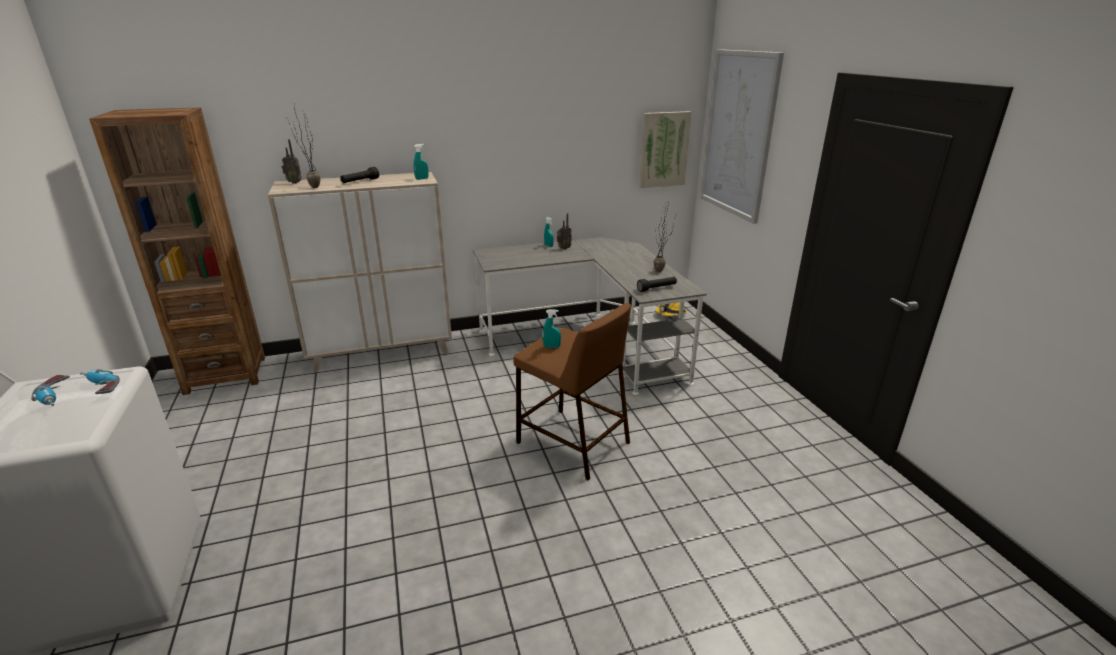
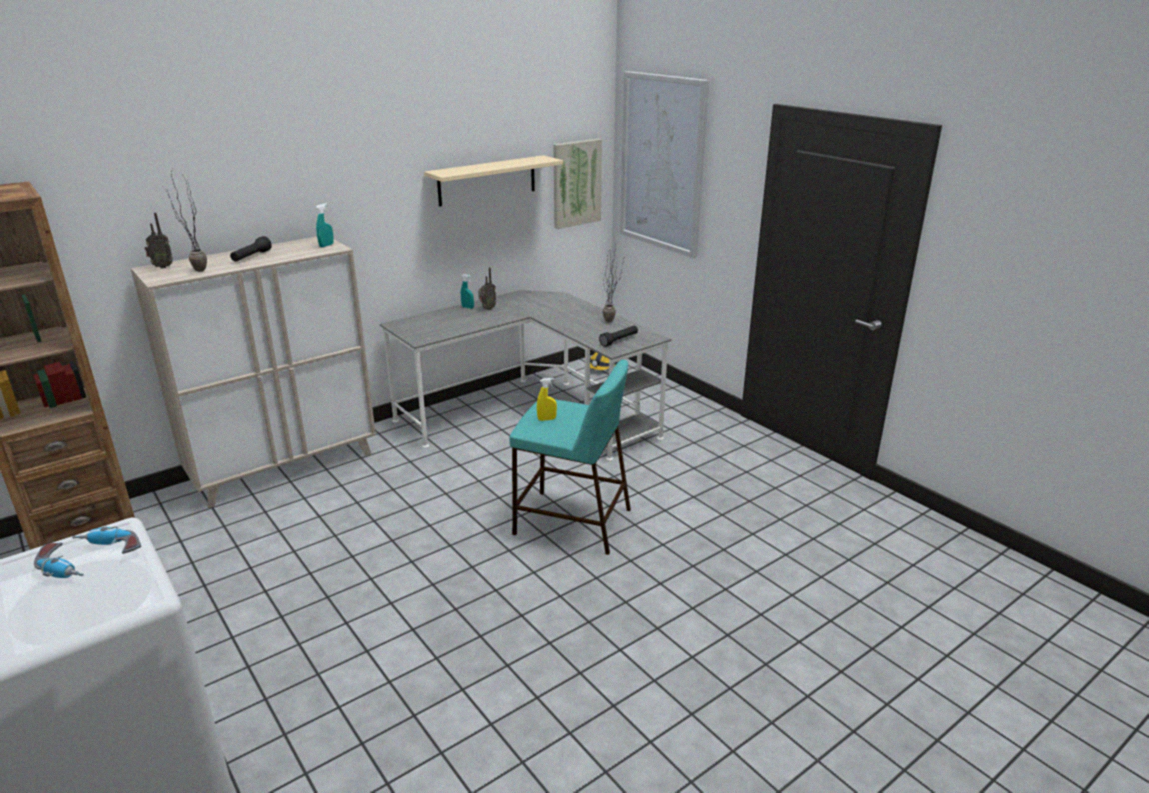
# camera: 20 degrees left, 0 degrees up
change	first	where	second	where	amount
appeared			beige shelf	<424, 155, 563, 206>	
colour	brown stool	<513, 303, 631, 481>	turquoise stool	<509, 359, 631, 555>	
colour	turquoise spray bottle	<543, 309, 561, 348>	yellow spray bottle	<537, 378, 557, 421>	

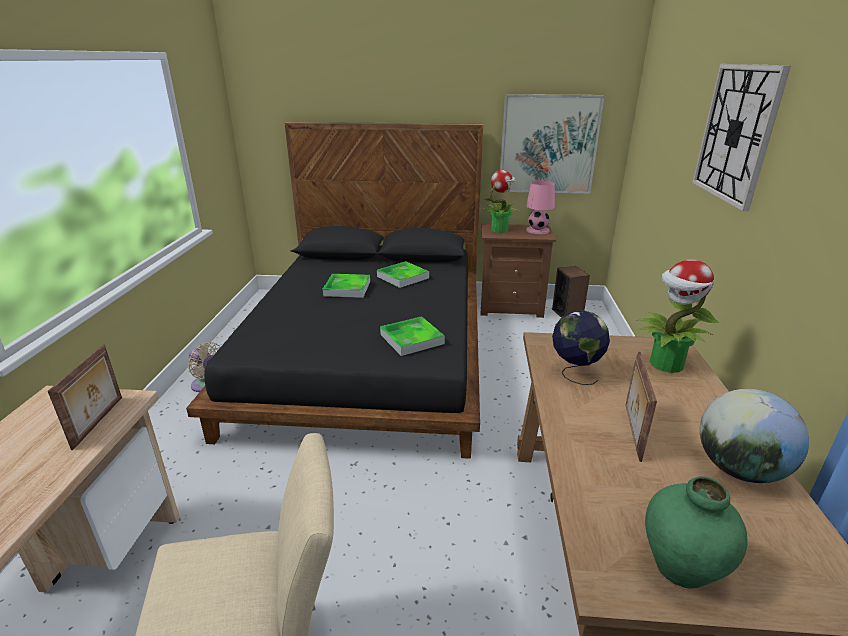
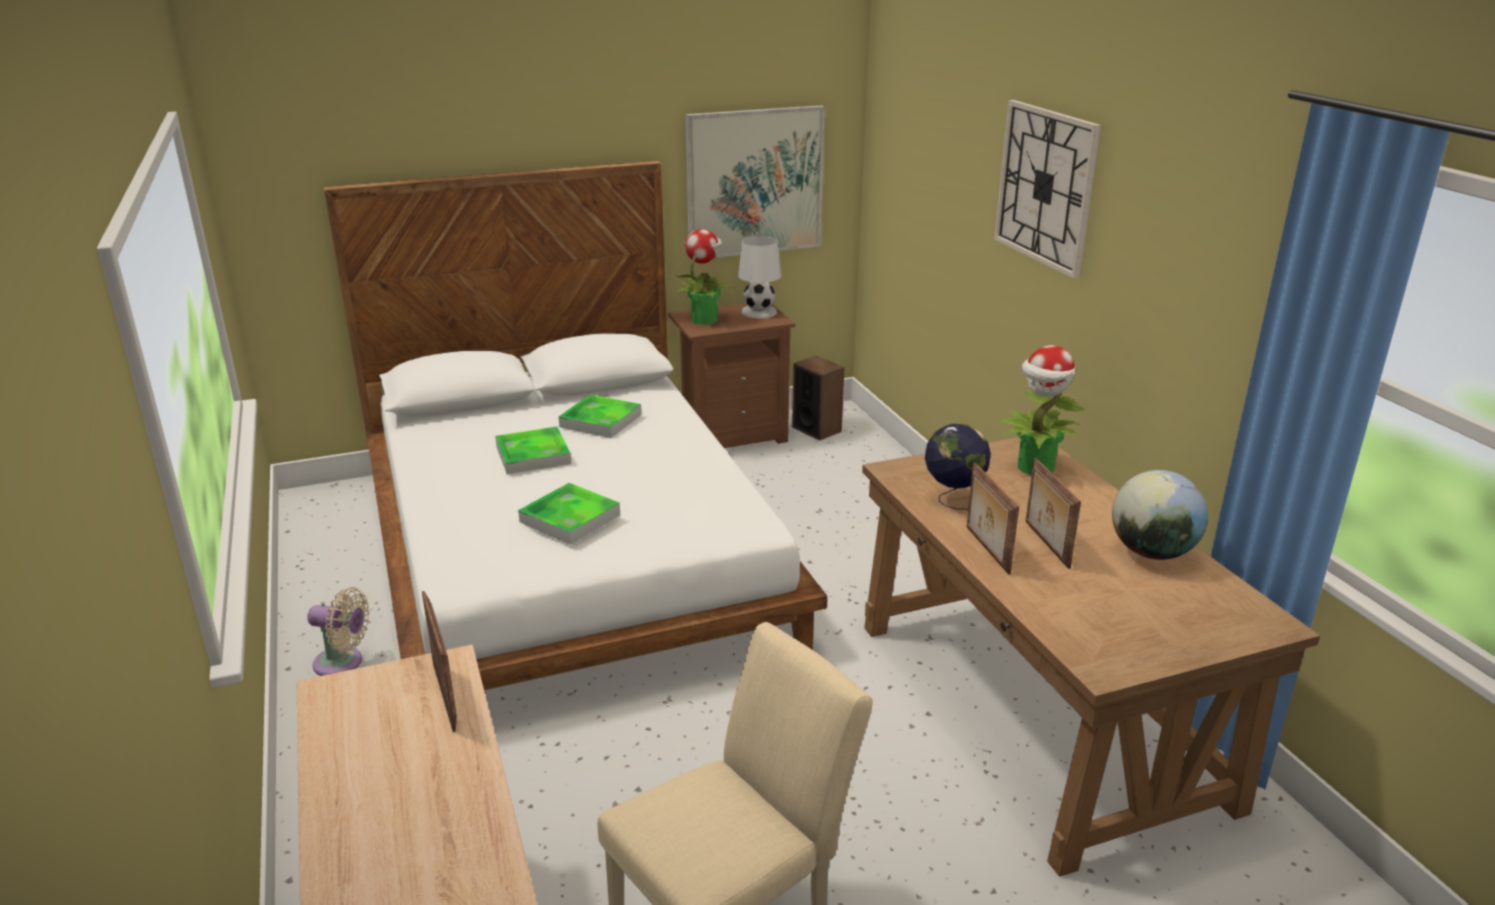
# camera: 25 degrees left, 0 degrees up
change	first	where	second	where	amount
missing	green vase	<645, 476, 748, 588>			
appeared			picture frame	<967, 462, 1019, 575>	
relocated	tray	<380, 316, 445, 356>		<518, 483, 620, 545>	
colour	black bed	<186, 122, 483, 459>	white bed	<324, 161, 827, 690>	
colour	pink table lamp	<526, 180, 555, 234>	white table lamp	<738, 236, 781, 318>	

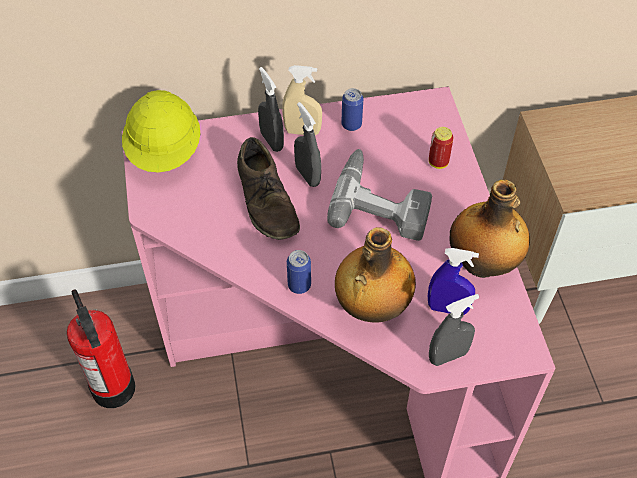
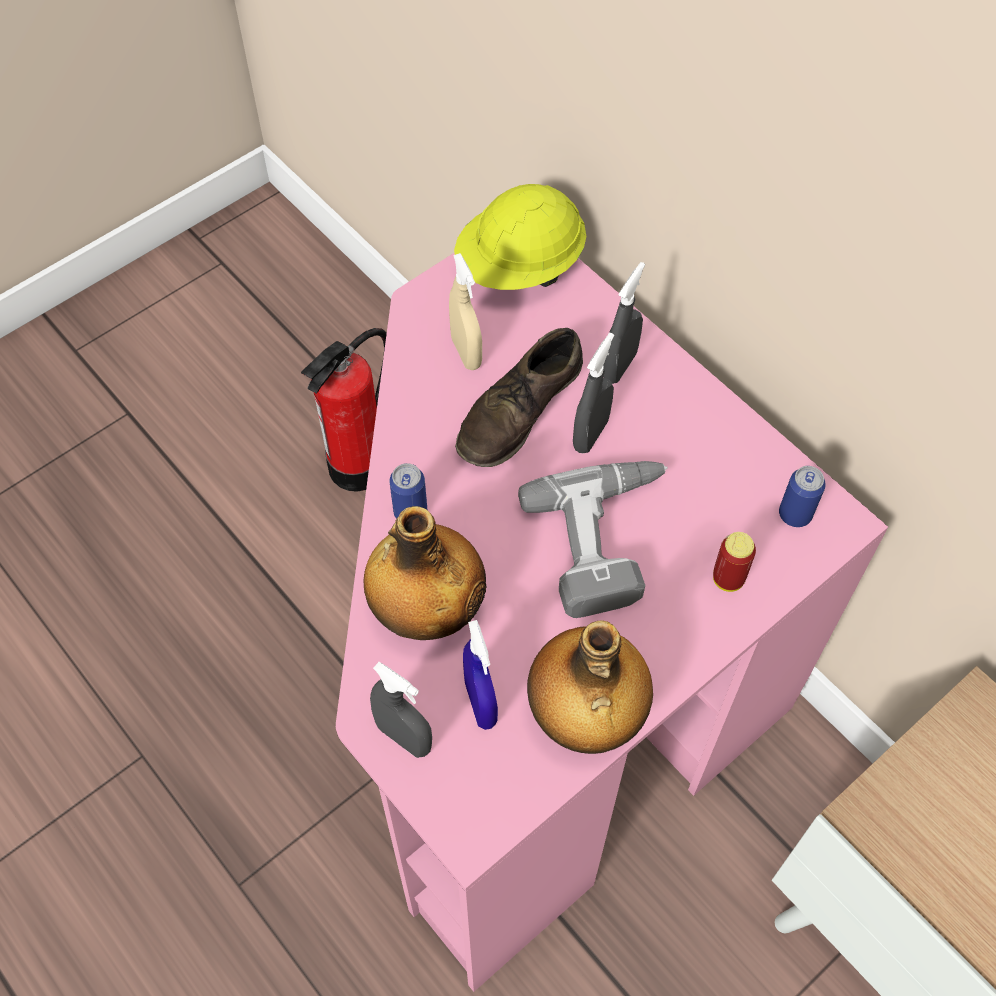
# camera: 60 degrees right, 5 degrees up
change	first	where	second	where	amount
relocated	beige spray bottle	<282, 65, 322, 135>		<449, 253, 482, 370>	
relocated	can	<342, 88, 363, 131>		<779, 466, 826, 527>	

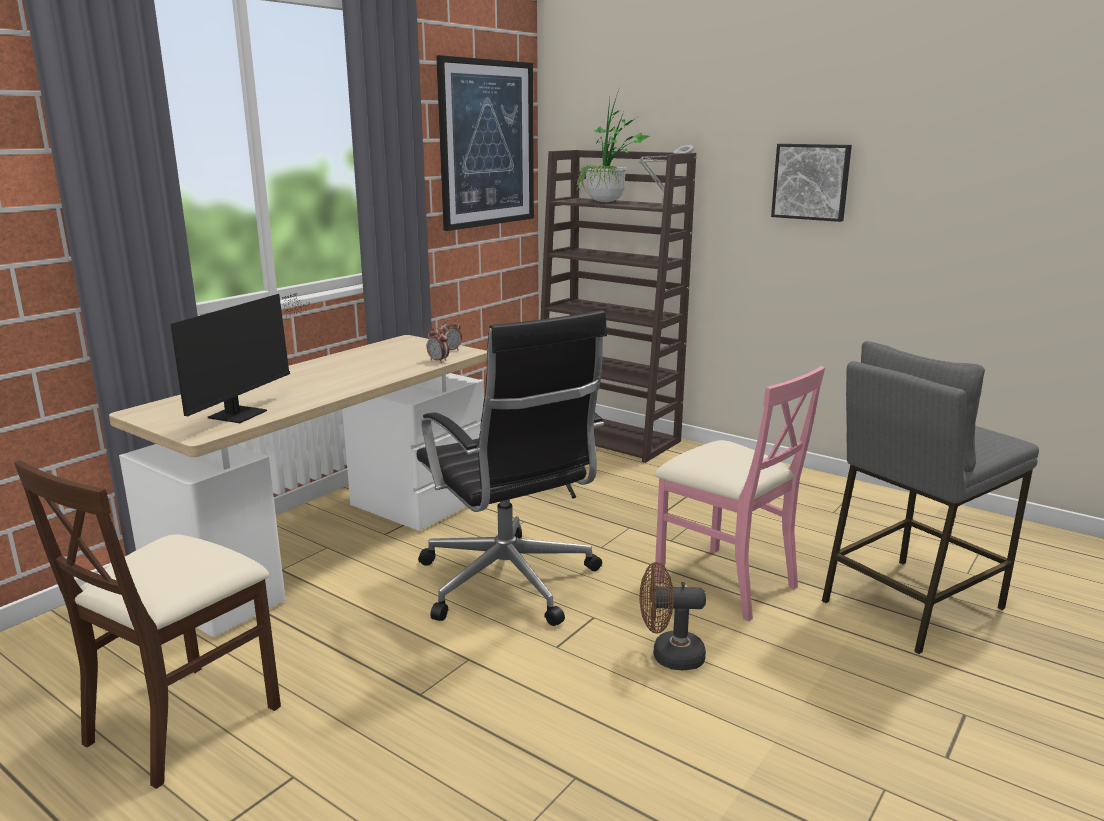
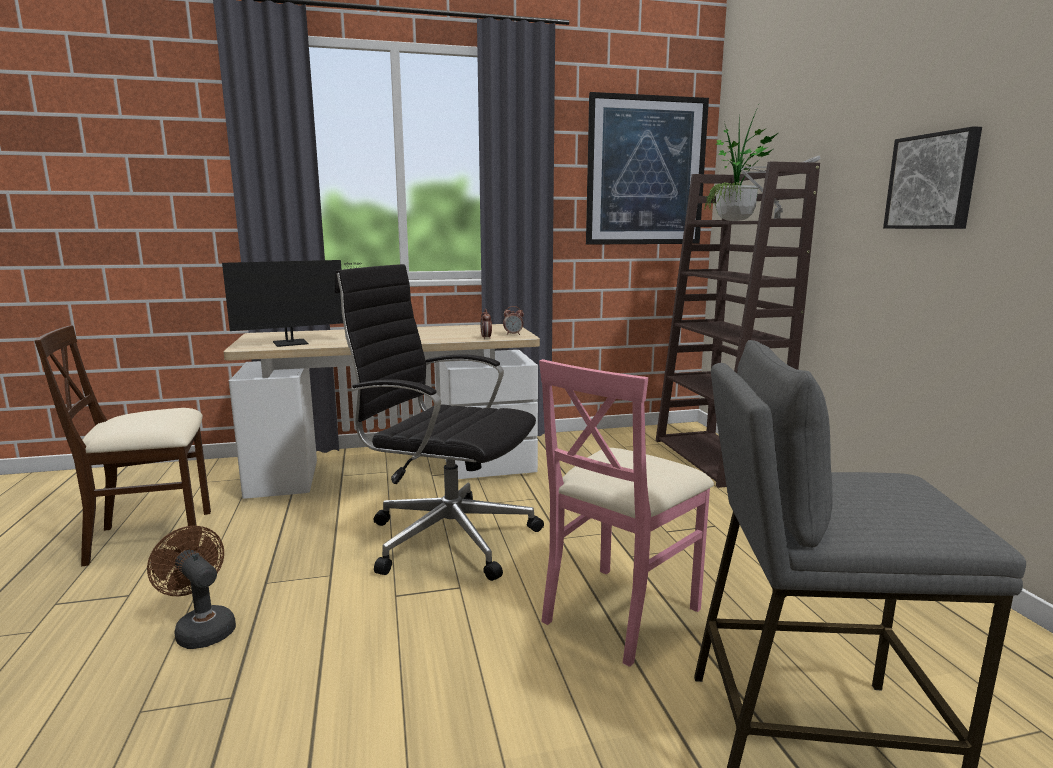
# camera: 40 degrees right, 5 degrees down
change	first	where	second	where	amount
relocated	brown fan	<640, 562, 706, 670>		<147, 526, 236, 649>	
spun	black office chair	<417, 310, 607, 626>		<335, 264, 544, 581>	105 degrees clockwise
spun	pink chair	<655, 366, 825, 622>		<539, 359, 714, 667>	45 degrees clockwise

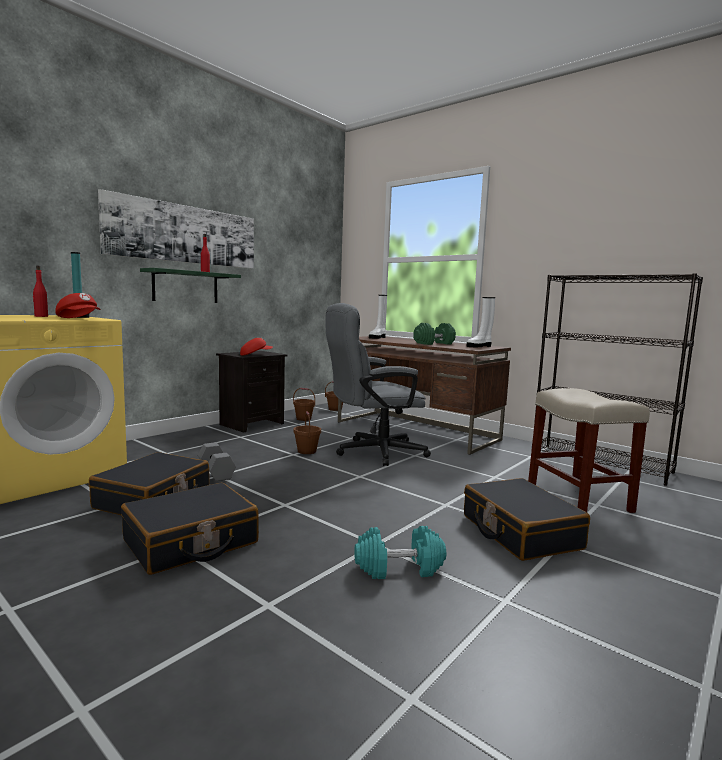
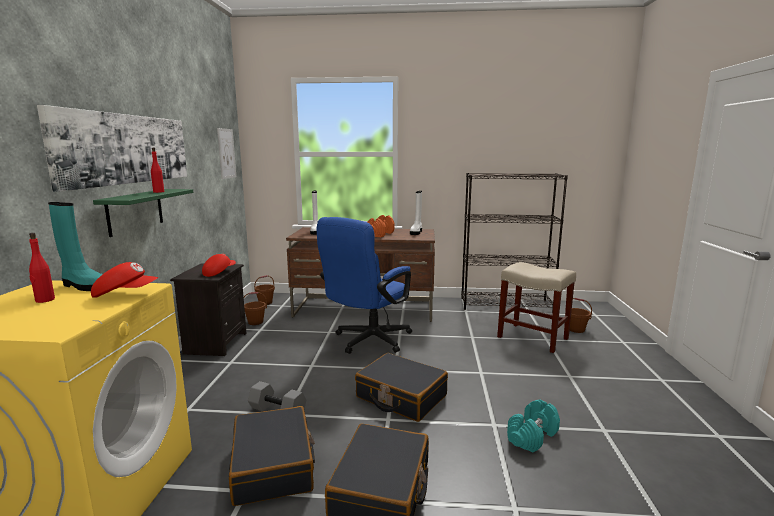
# camera: 35 degrees left, 5 degrees up
change	first	where	second	where	amount
appeared			picture	<217, 128, 236, 179>	
relocated	brown bucket	<293, 411, 321, 454>		<570, 298, 592, 333>	
relocated	black suitcase	<464, 478, 590, 561>		<355, 353, 448, 422>	
colour	grey office chair	<326, 303, 431, 466>	blue office chair	<316, 217, 412, 354>	
colour	green dumbbell	<413, 323, 456, 345>	orange dumbbell	<368, 215, 394, 237>	

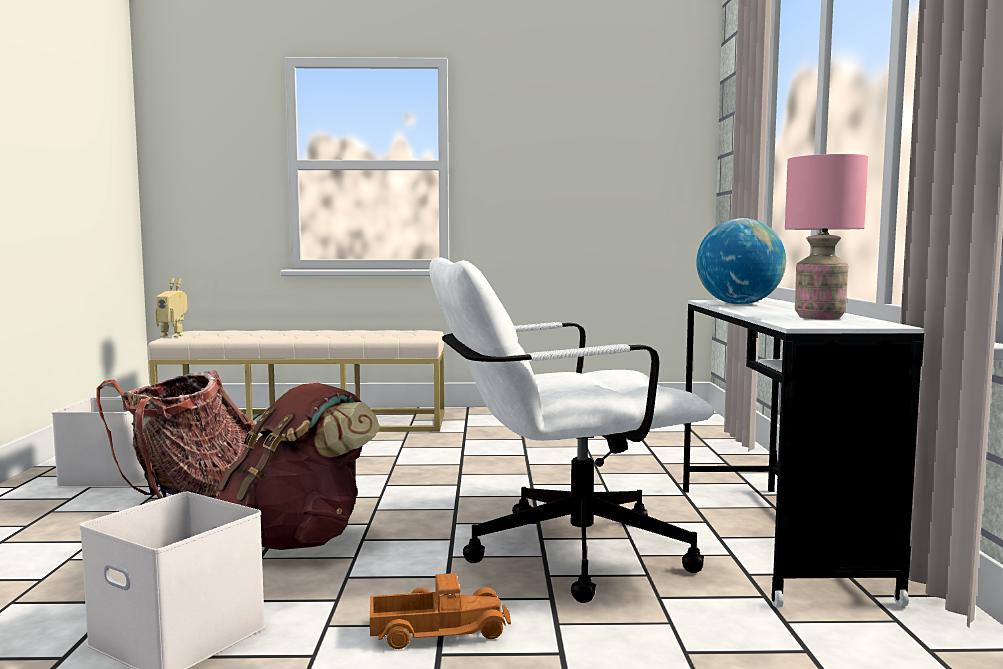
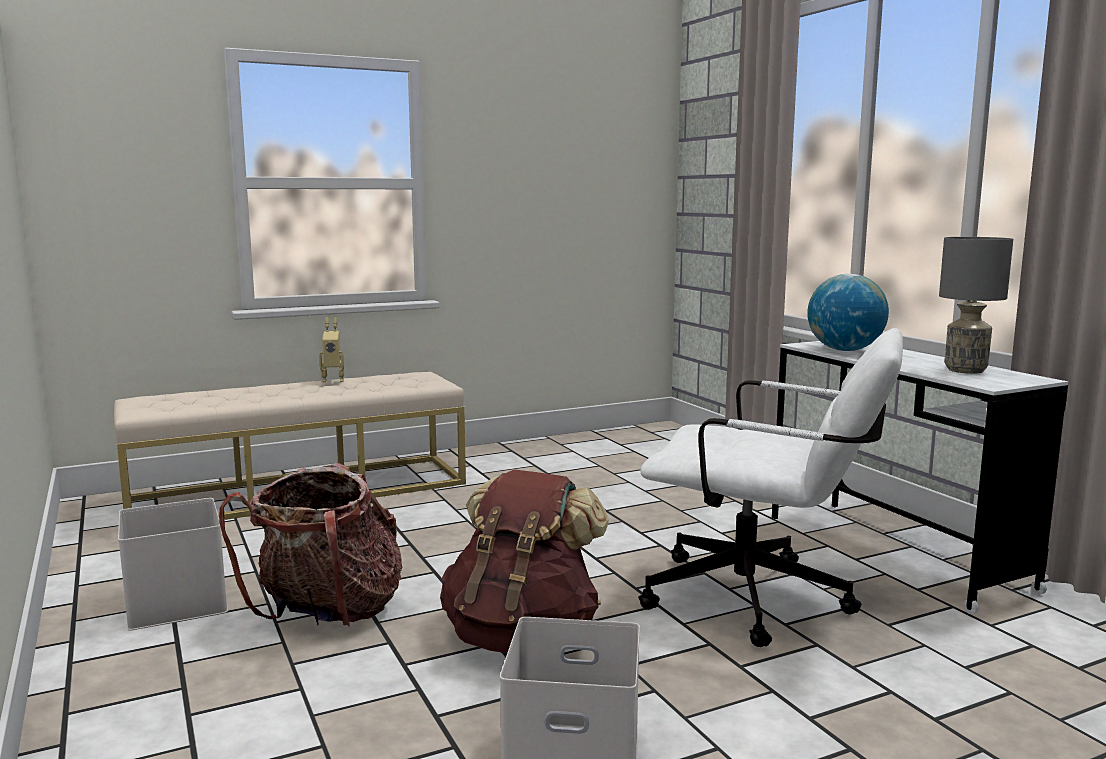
# camera: 25 degrees left, 5 degrees up
change	first	where	second	where	amount
missing	toy truck	<370, 573, 511, 649>			
relocated	toy robot	<155, 278, 187, 337>		<319, 317, 344, 383>	
colour	pink table lamp	<785, 154, 868, 319>	grey table lamp	<939, 237, 1013, 374>	
spun	white office chair	<429, 257, 714, 603>		<638, 328, 903, 647>	120 degrees counterclockwise

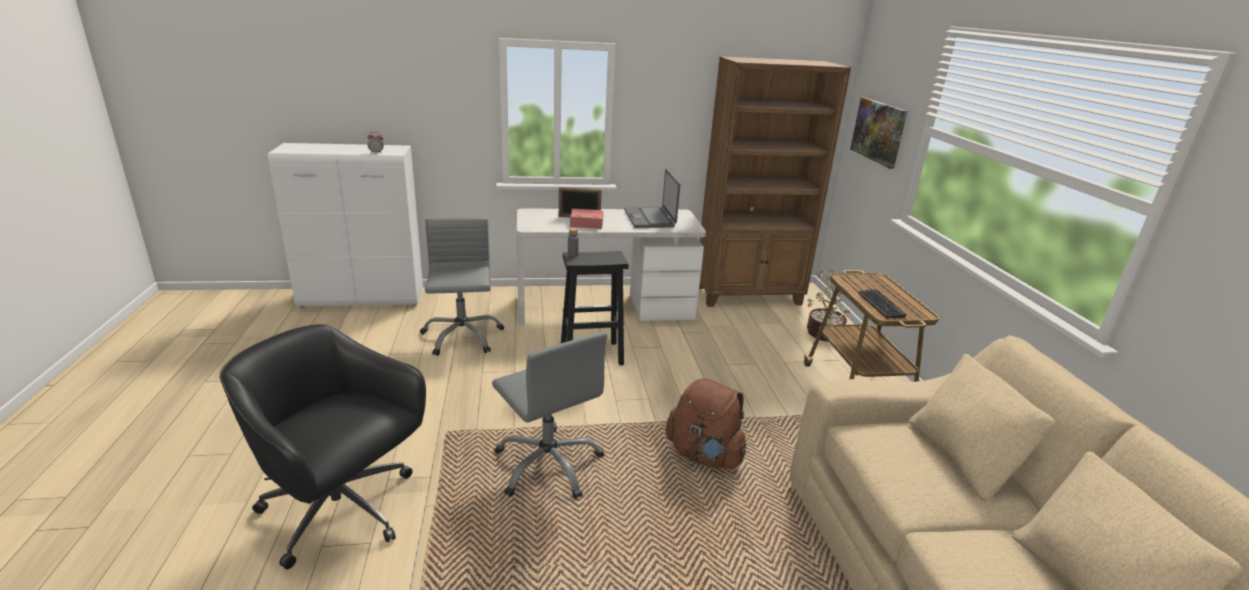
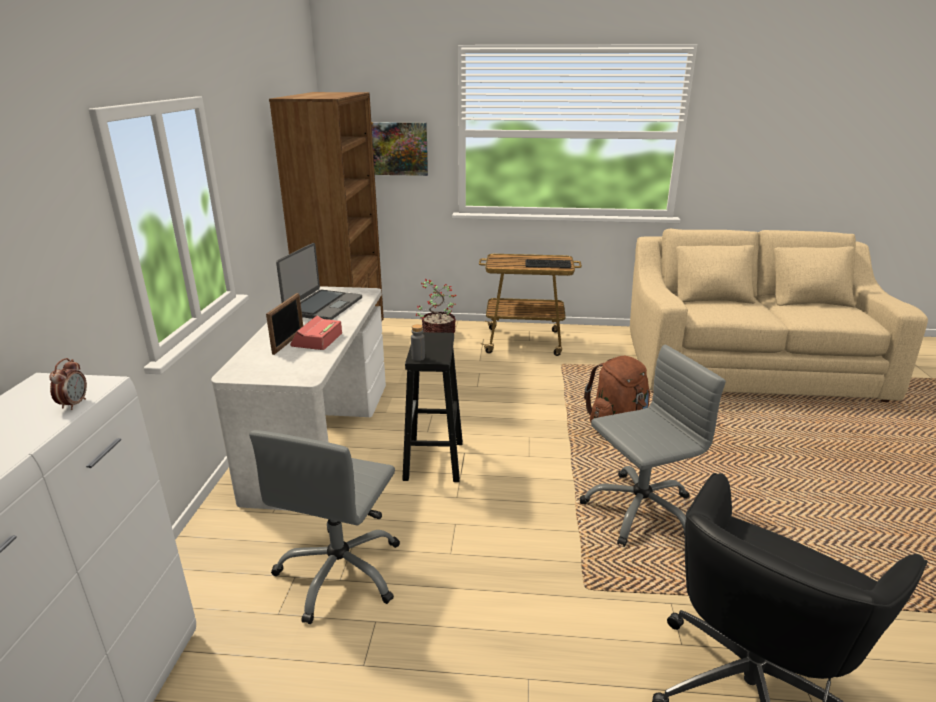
# camera: 75 degrees left, 0 degrees up
change	first	where	second	where	amount
spun	grey office chair	<420, 217, 504, 356>		<249, 430, 400, 624>	75 degrees counterclockwise
spun	laptop	<624, 169, 680, 228>		<276, 243, 362, 320>	75 degrees counterclockwise

